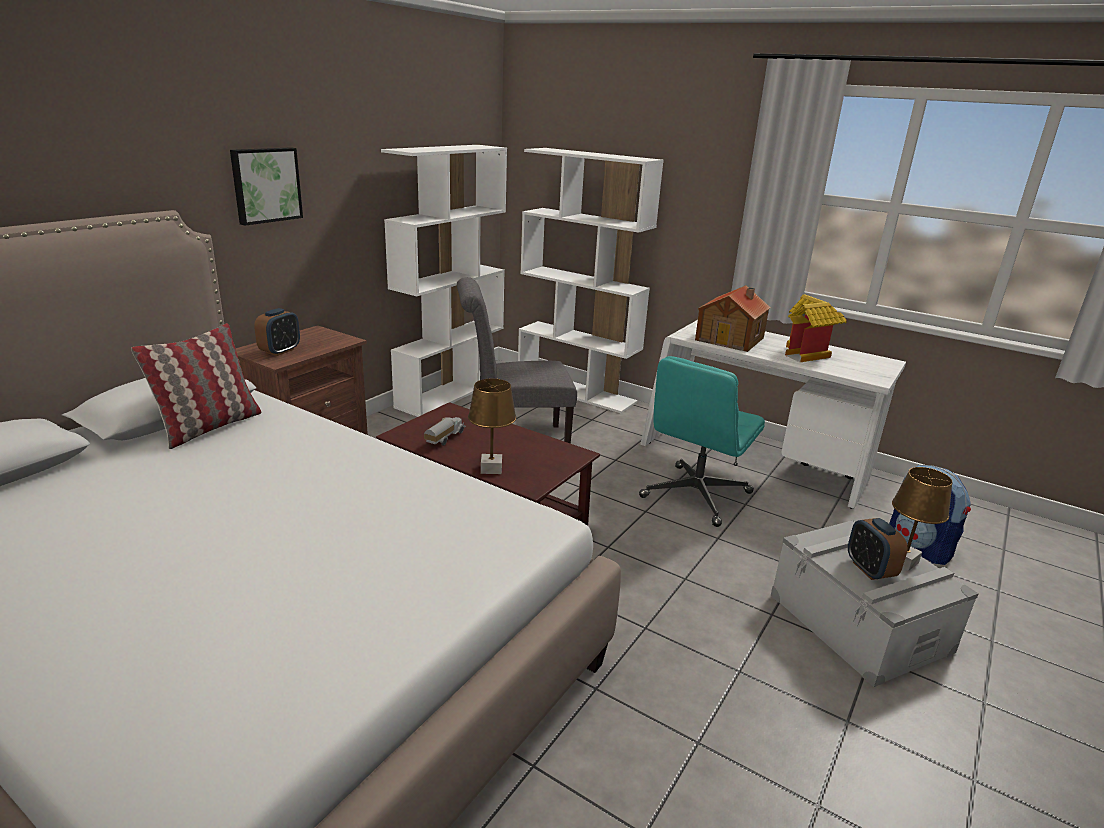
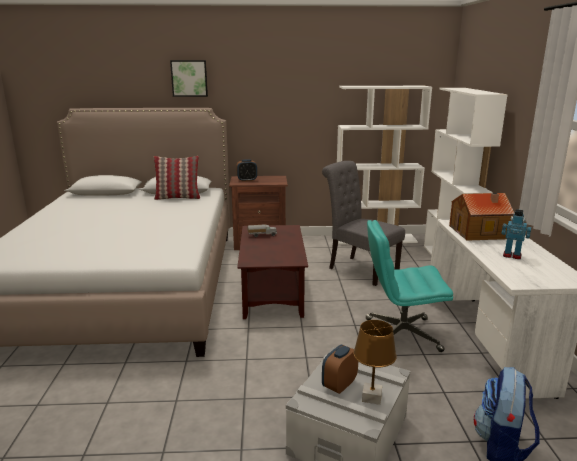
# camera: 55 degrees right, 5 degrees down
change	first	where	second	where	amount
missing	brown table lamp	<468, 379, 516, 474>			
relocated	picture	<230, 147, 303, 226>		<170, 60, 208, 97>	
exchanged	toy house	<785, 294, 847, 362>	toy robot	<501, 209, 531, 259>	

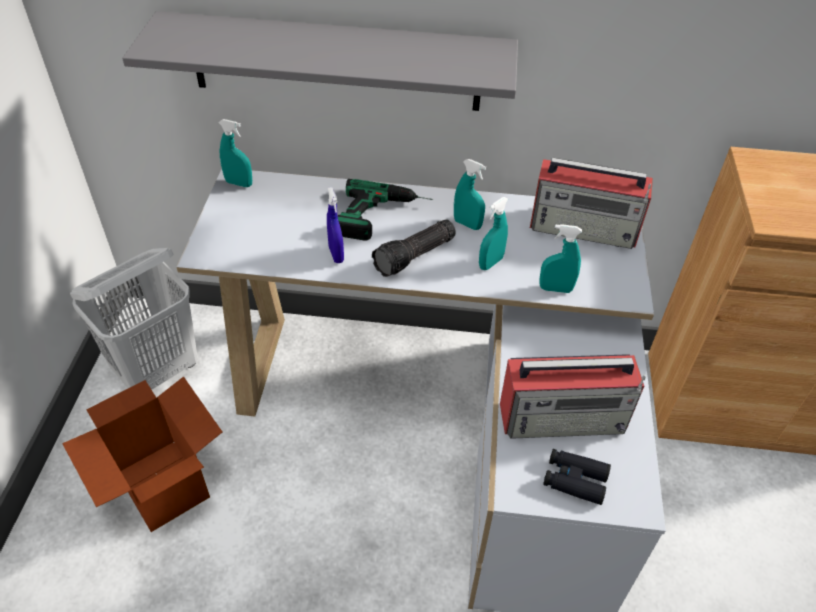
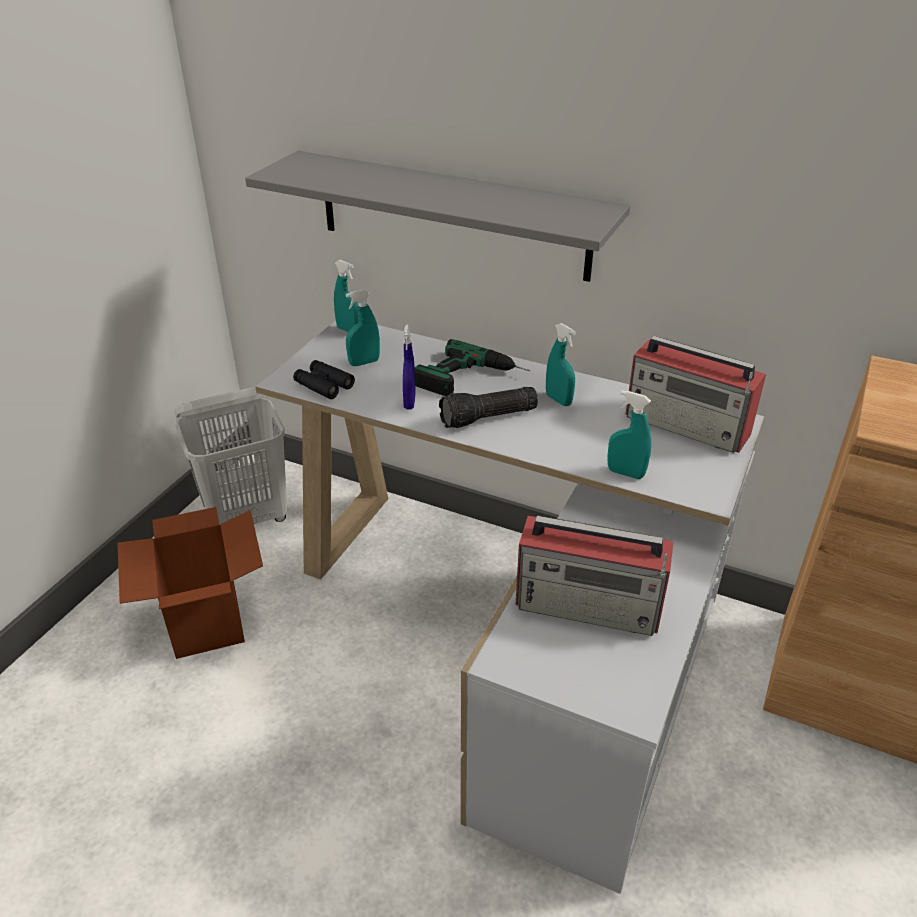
# camera: 20 degrees right, 10 degrees down
change	first	where	second	where	amount
relocated	turquoise spray bottle	<479, 197, 508, 270>		<346, 290, 380, 366>	
relocated	black binoculars	<543, 449, 611, 505>		<293, 360, 355, 399>	

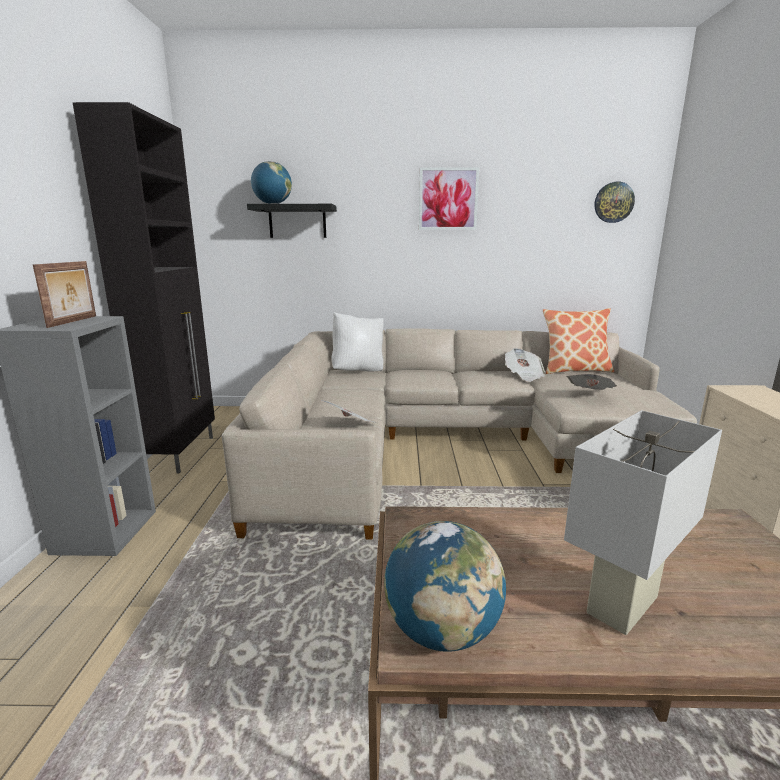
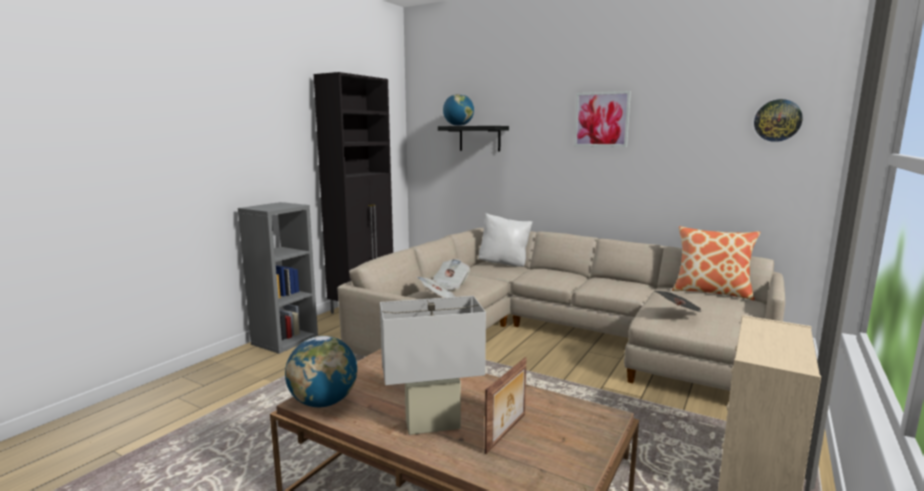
# camera: 30 degrees right, 5 degrees down
change	first	where	second	where	amount
relocated	picture frame	<33, 261, 96, 328>		<485, 357, 526, 454>	
relocated	newspaper	<505, 348, 545, 382>		<432, 259, 470, 290>	

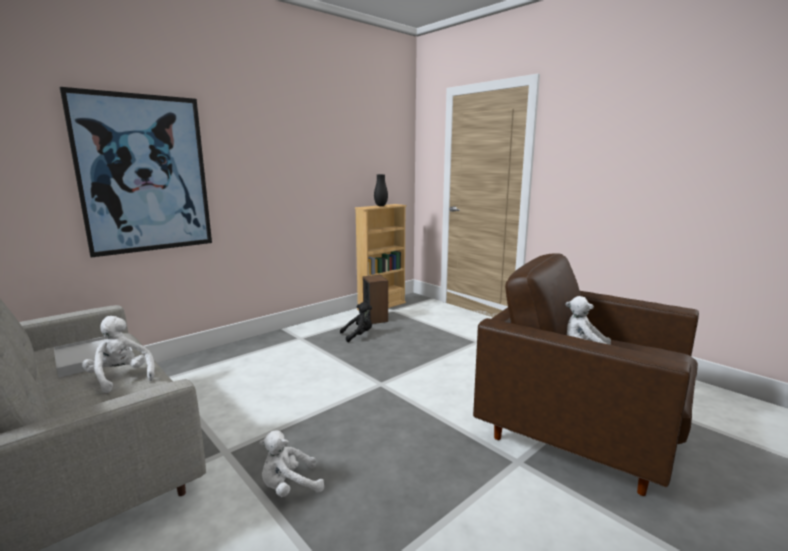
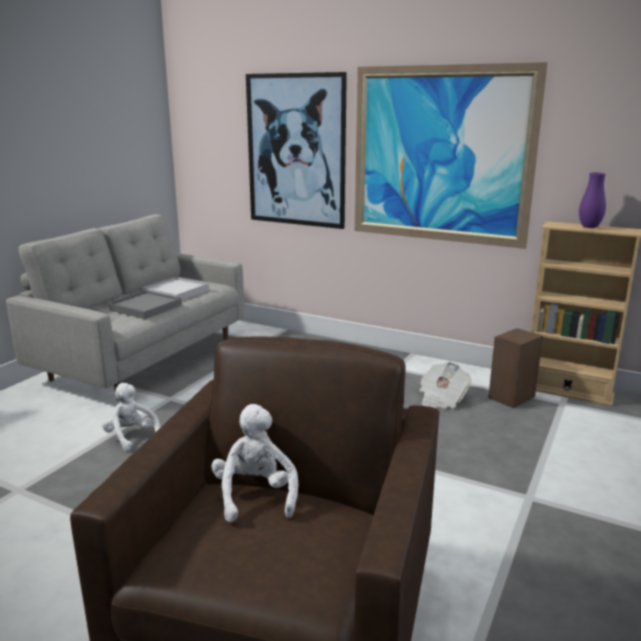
# camera: 70 degrees right, 5 degrees up
change	first	where	second	where	amount
appeared			picture	<355, 62, 548, 249>	
exchanged	white plush toy	<82, 316, 155, 393>	grey tray	<109, 291, 182, 319>	
exchanged	black plush toy	<340, 302, 372, 342>	newspaper	<420, 362, 472, 408>	
colour	black vase	<374, 174, 388, 206>	purple vase	<579, 173, 606, 228>	

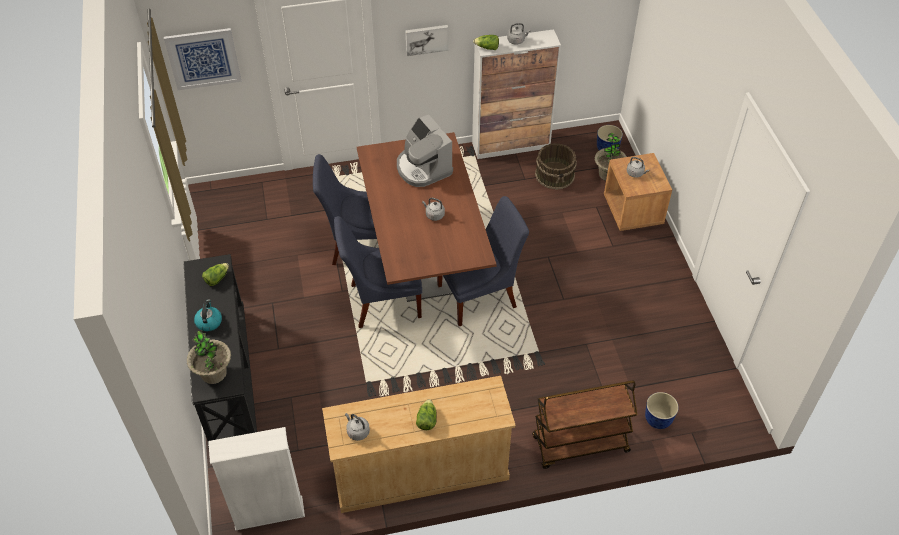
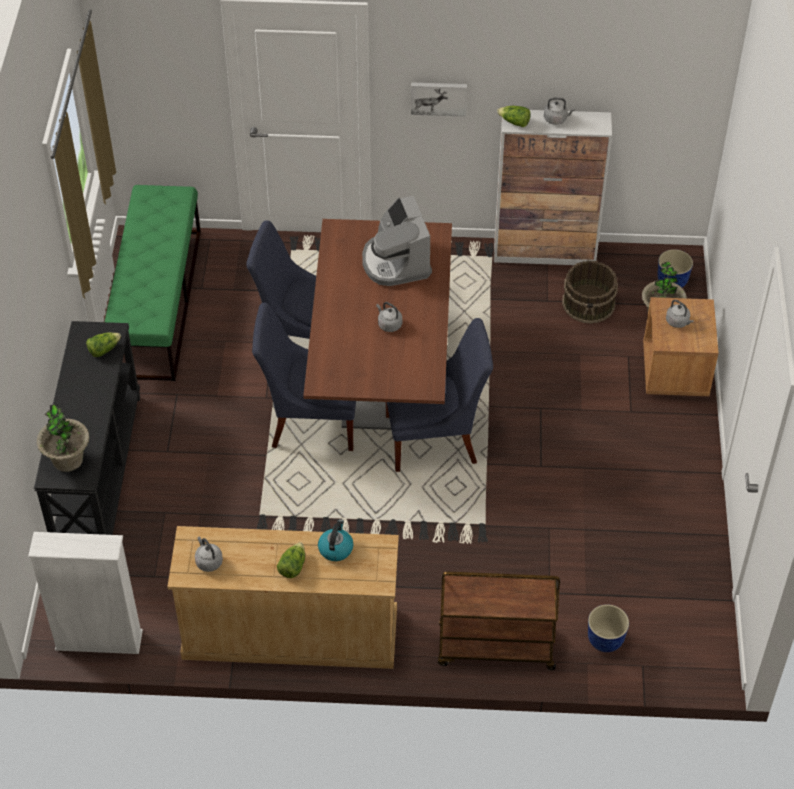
# camera: 15 degrees right, 0 degrees up
change	first	where	second	where	amount
missing	picture	<164, 28, 241, 90>			
appeared			green bench	<105, 185, 201, 381>	
relocated	kettle	<194, 299, 222, 331>		<318, 519, 354, 561>	

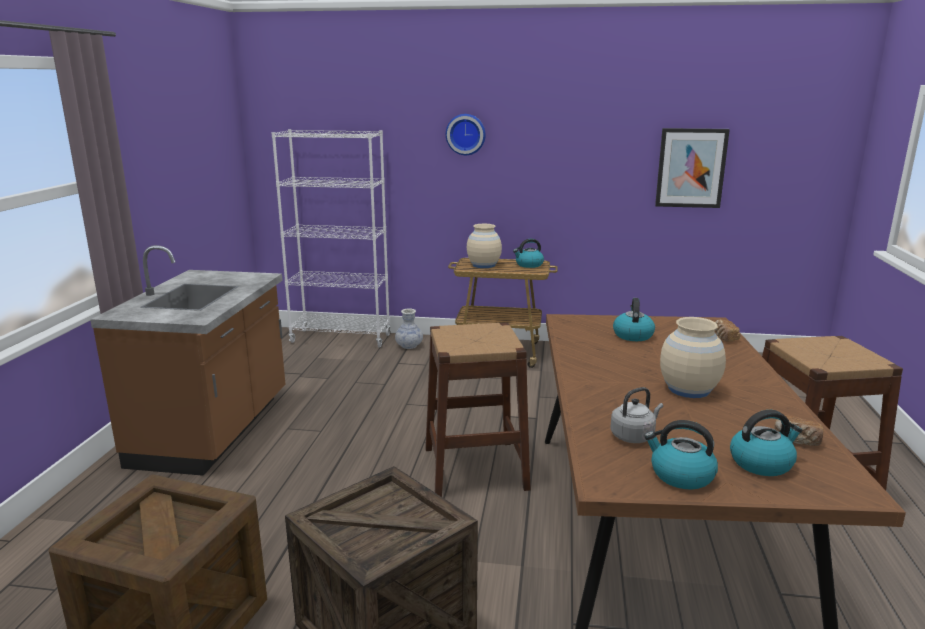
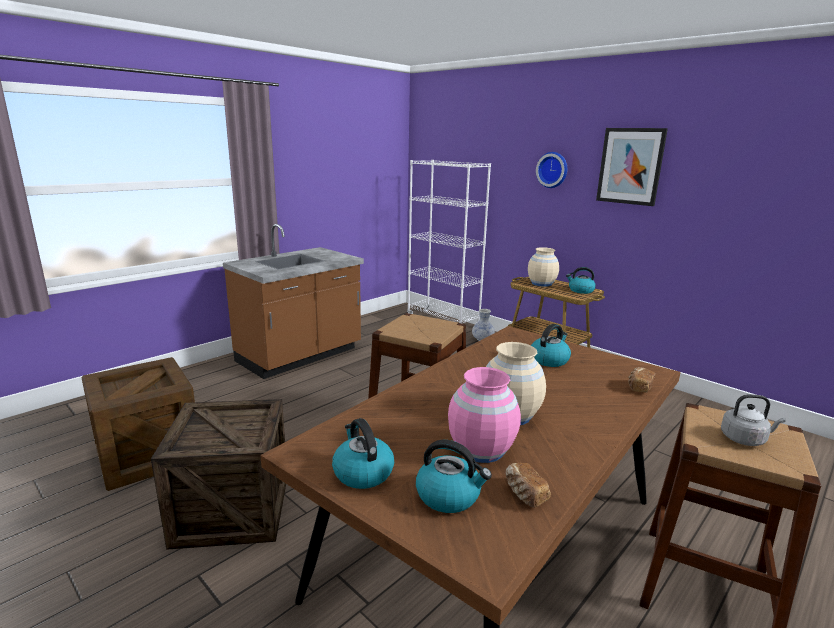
# camera: 35 degrees right, 0 degrees up
change	first	where	second	where	amount
appeared			pink vase	<448, 367, 521, 463>	
relocated	grey kettle	<610, 387, 663, 443>		<721, 394, 786, 446>	
relocated	picture	<655, 128, 730, 208>		<596, 128, 668, 206>	

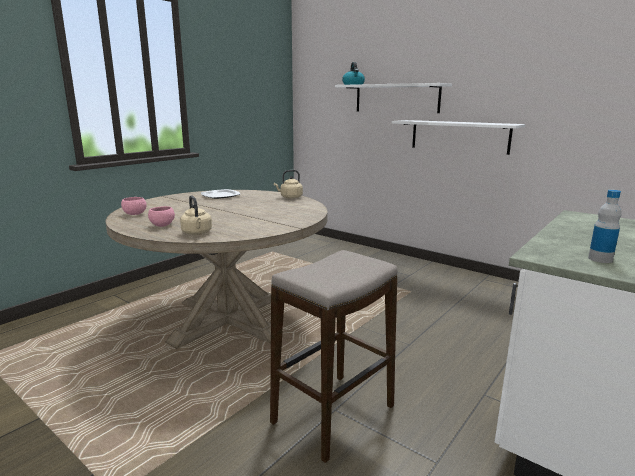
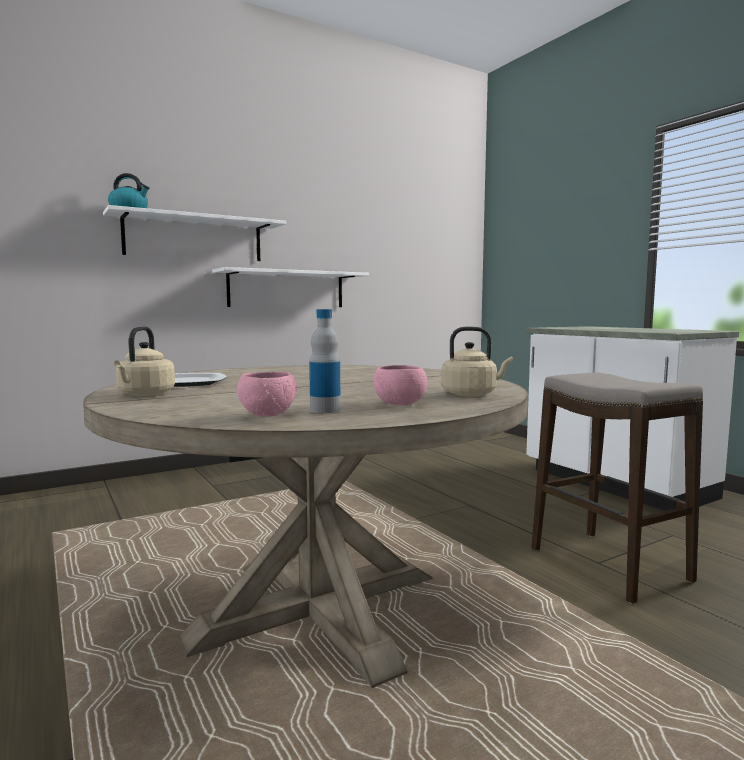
# camera: 70 degrees left, 10 degrees down
change	first	where	second	where	amount
relocated	beige kettle	<274, 170, 303, 199>		<114, 326, 175, 396>	
relocated	bottle	<588, 190, 622, 263>		<309, 309, 341, 413>	

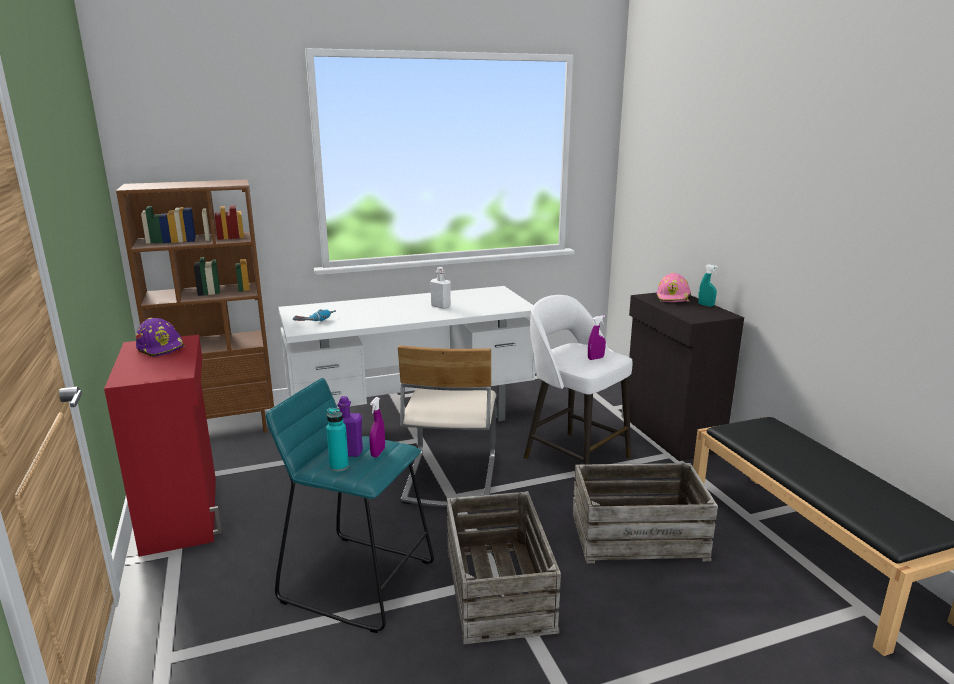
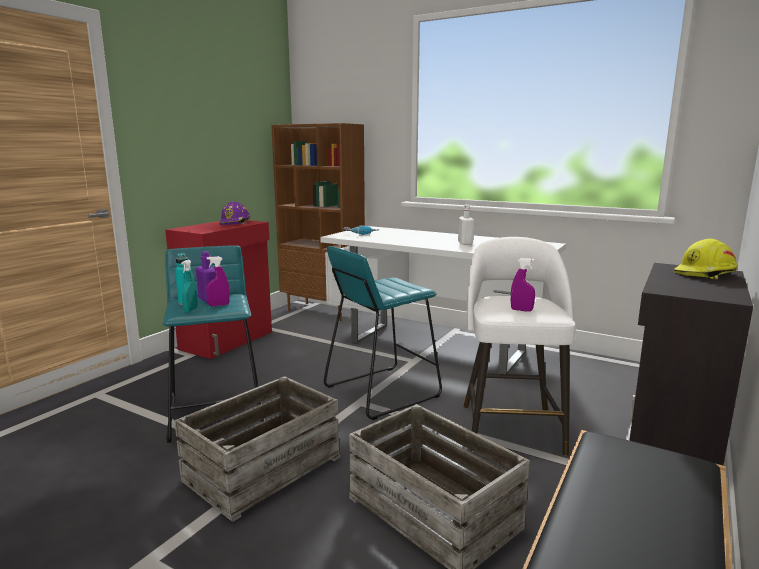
# camera: 50 degrees right, 5 degrees down
change	first	where	second	where	amount
relocated	turquoise spray bottle	<698, 264, 718, 307>		<181, 260, 198, 313>	
exchanged	beige chair	<398, 345, 496, 507>	turquoise stool	<324, 246, 442, 420>	
colour	pink hard hat	<657, 273, 691, 302>	yellow hard hat	<673, 239, 738, 279>	

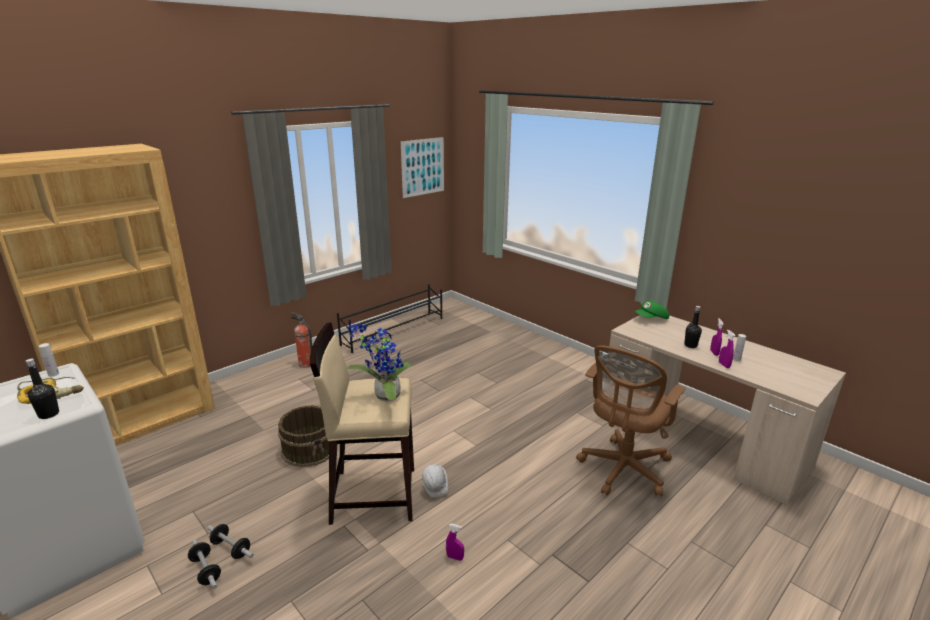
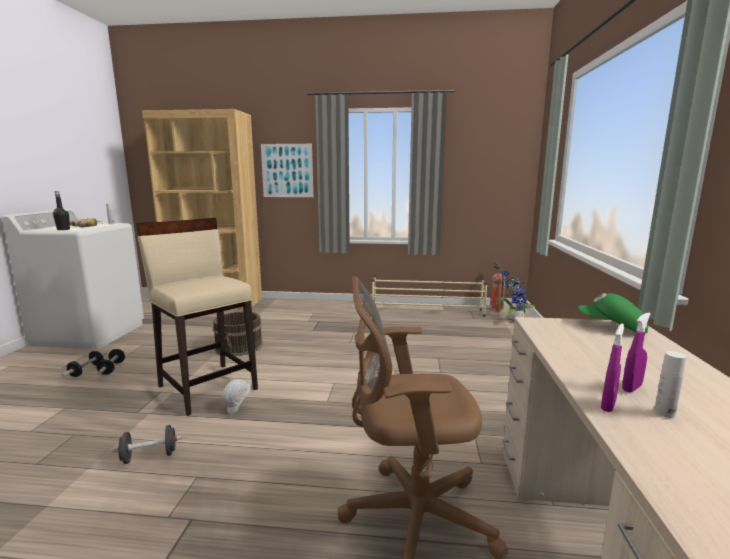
# camera: 50 degrees right, 10 degrees down
change	first	where	second	where	amount
missing	black bottle	<684, 306, 702, 348>			
relocated	fire extinguisher	<290, 312, 313, 368>		<490, 262, 505, 312>	
relocated	potted plant	<347, 324, 411, 402>		<499, 271, 535, 322>	
relocated	picture	<401, 137, 444, 198>		<261, 144, 313, 197>	
exchanged	purple spray bottle	<446, 524, 464, 561>	black dumbbell	<112, 425, 182, 464>	
colour	black shoe rack	<337, 284, 443, 353>	beige shoe rack	<372, 276, 487, 316>	

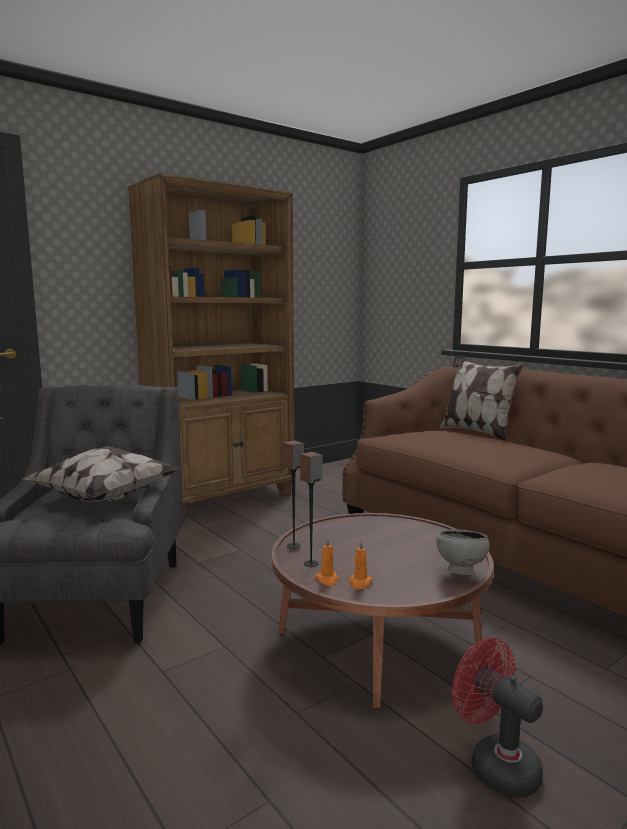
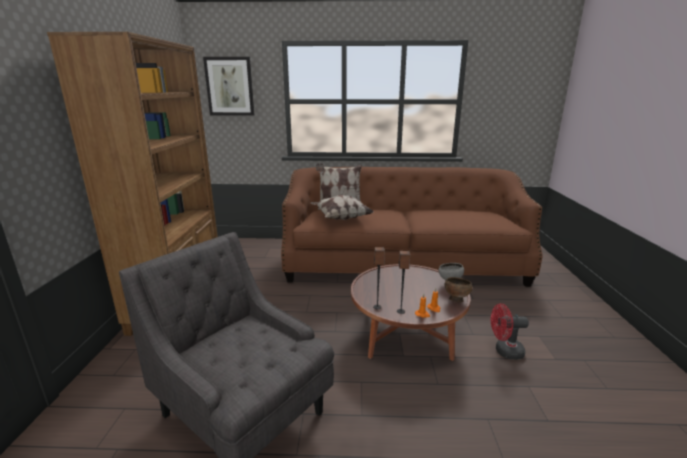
# camera: 50 degrees left, 10 degrees up
change	first	where	second	where	amount
appeared			picture	<203, 57, 255, 116>	
appeared			brown bowl	<445, 277, 473, 302>	
relocated	pillow	<24, 446, 179, 502>		<311, 195, 374, 220>	

